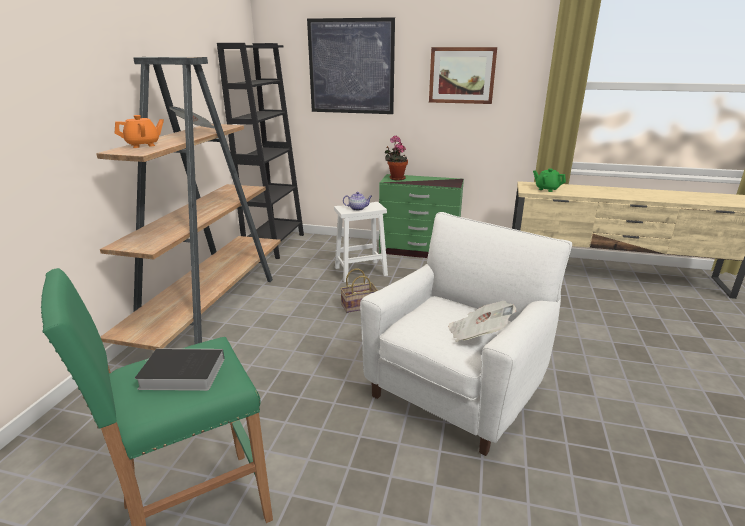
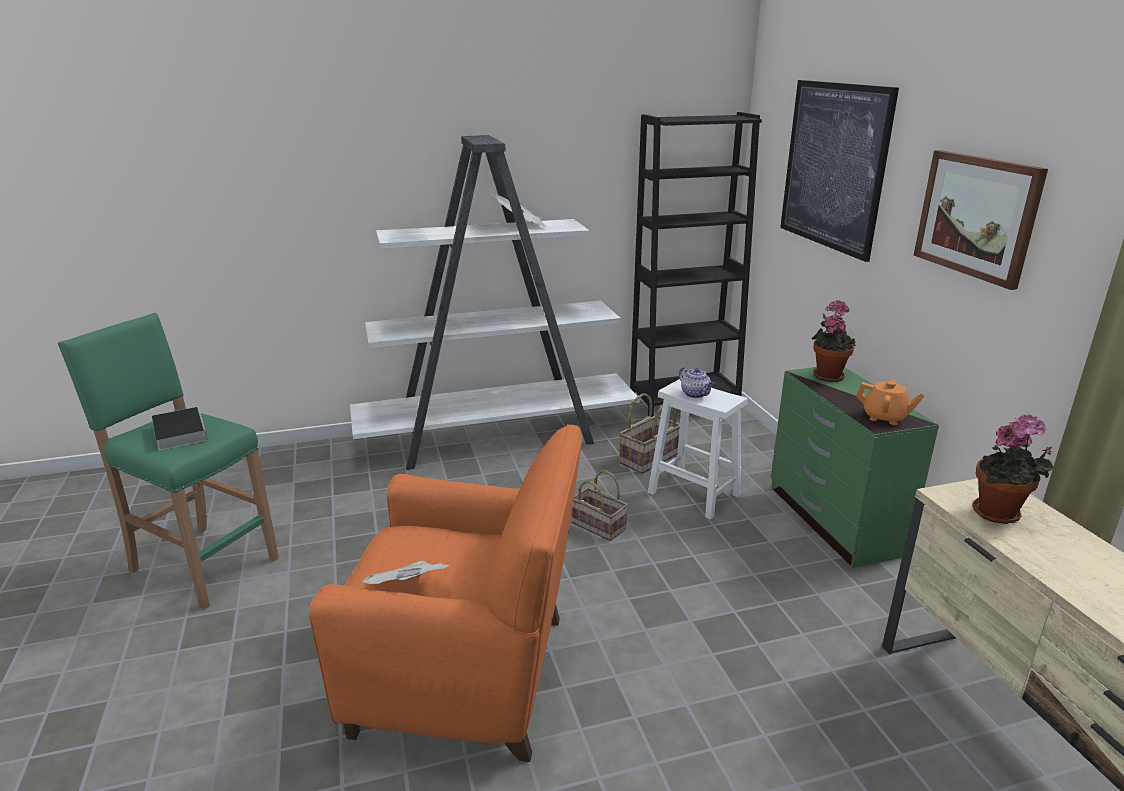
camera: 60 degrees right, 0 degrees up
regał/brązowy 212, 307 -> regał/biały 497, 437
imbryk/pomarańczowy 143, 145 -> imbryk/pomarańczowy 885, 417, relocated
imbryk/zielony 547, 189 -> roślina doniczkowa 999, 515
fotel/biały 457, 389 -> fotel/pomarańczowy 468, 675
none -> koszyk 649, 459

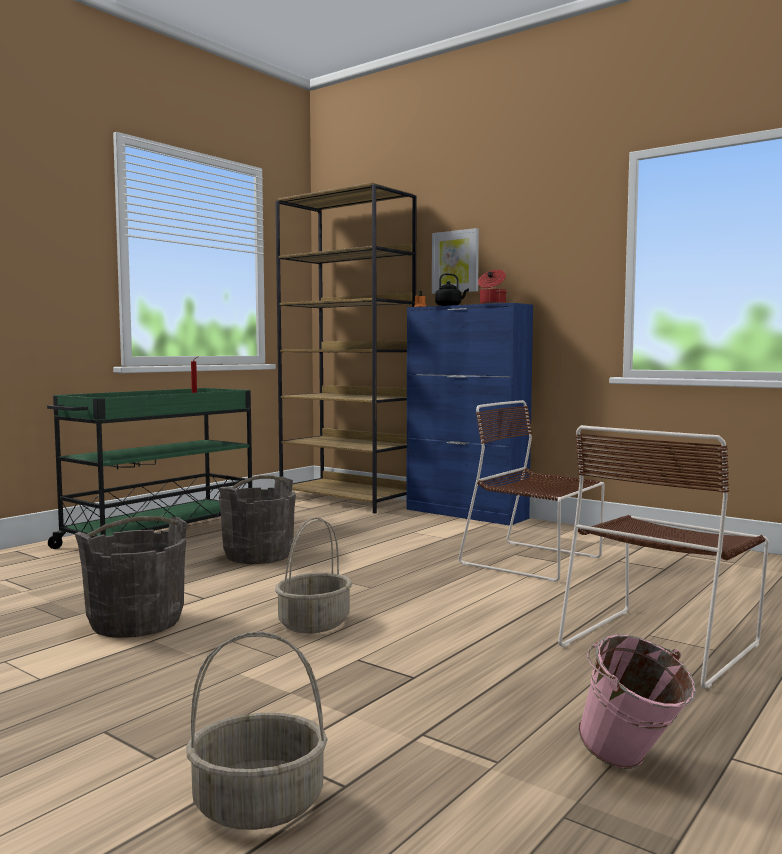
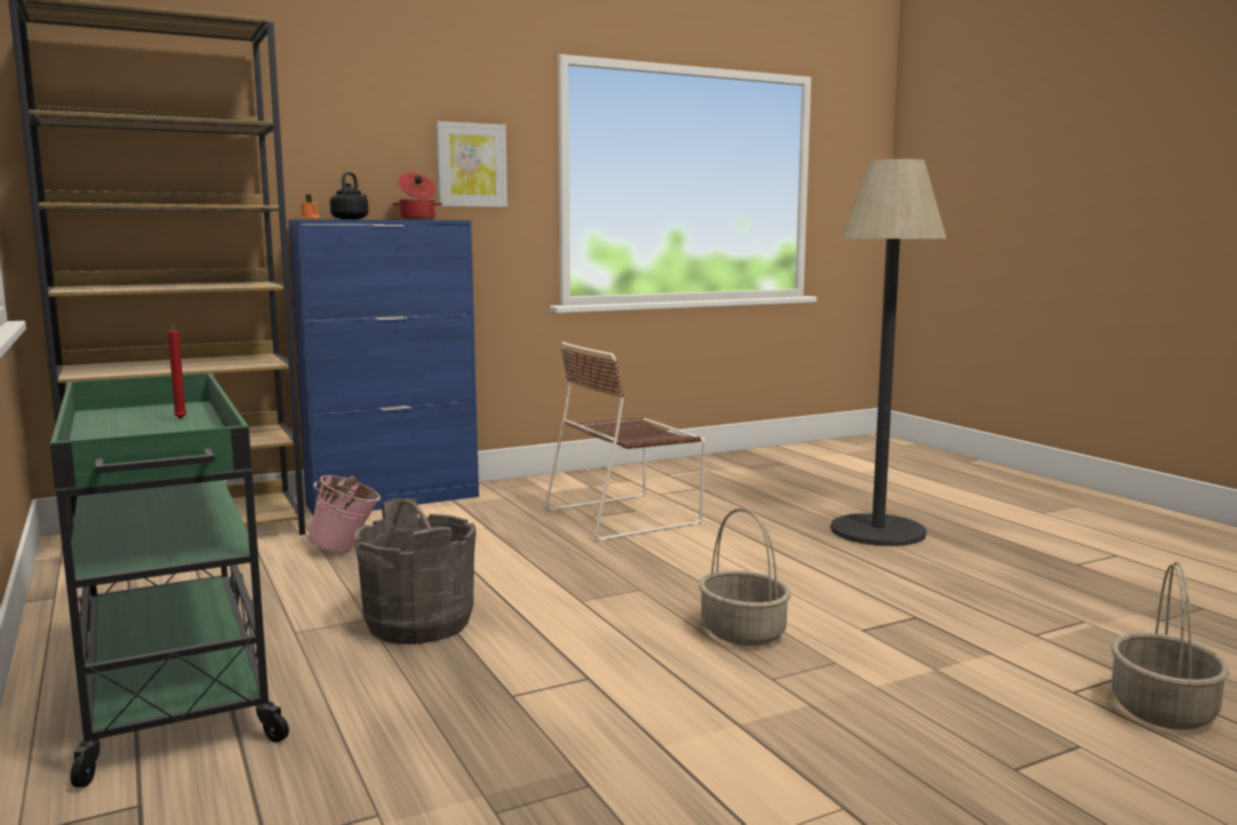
camera: 65 degrees left, 5 degrees up
obraz 455, 262 -> obraz 471, 165, relocated
krzesło/brązowy 663, 643 -> lampa stojąca 877, 531
wiadro/szary 136, 622 -> none
wiadro/różowy 632, 765 -> wiadro/różowy 347, 550, relocated

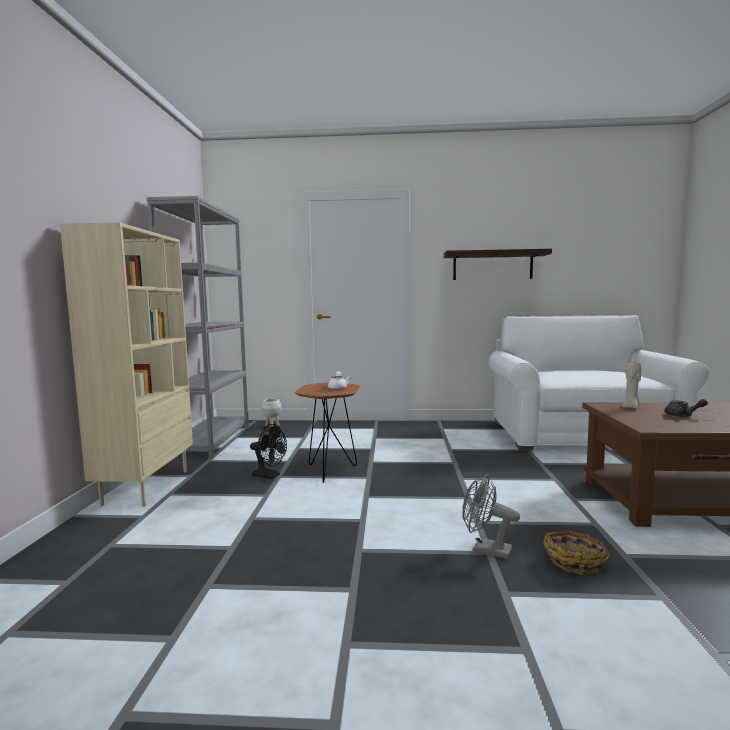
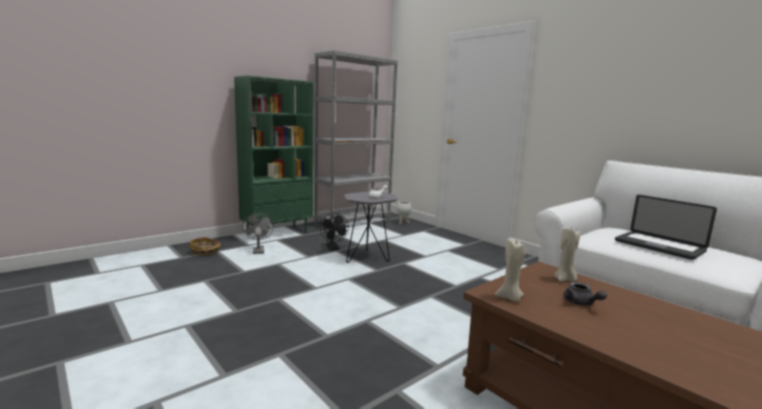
camera: 45 degrees right, 5 degrees up
regał/beżowy 146, 486 -> regał/zielony 277, 233
półka 492, 266 -> none
stolik/brązowy 330, 470 -> stolik/szary 368, 257
wentylator/szary 485, 549 -> wentylator/szary 258, 250, relocated
koszyk 575, 561 -> koszyk 205, 252, relocated
none -> laptop 658, 246
none -> świeca/beżowy 510, 298

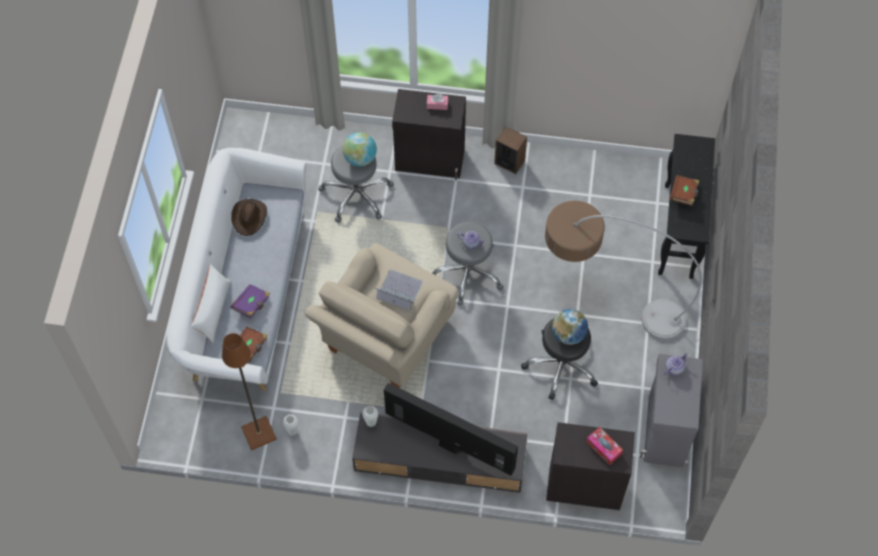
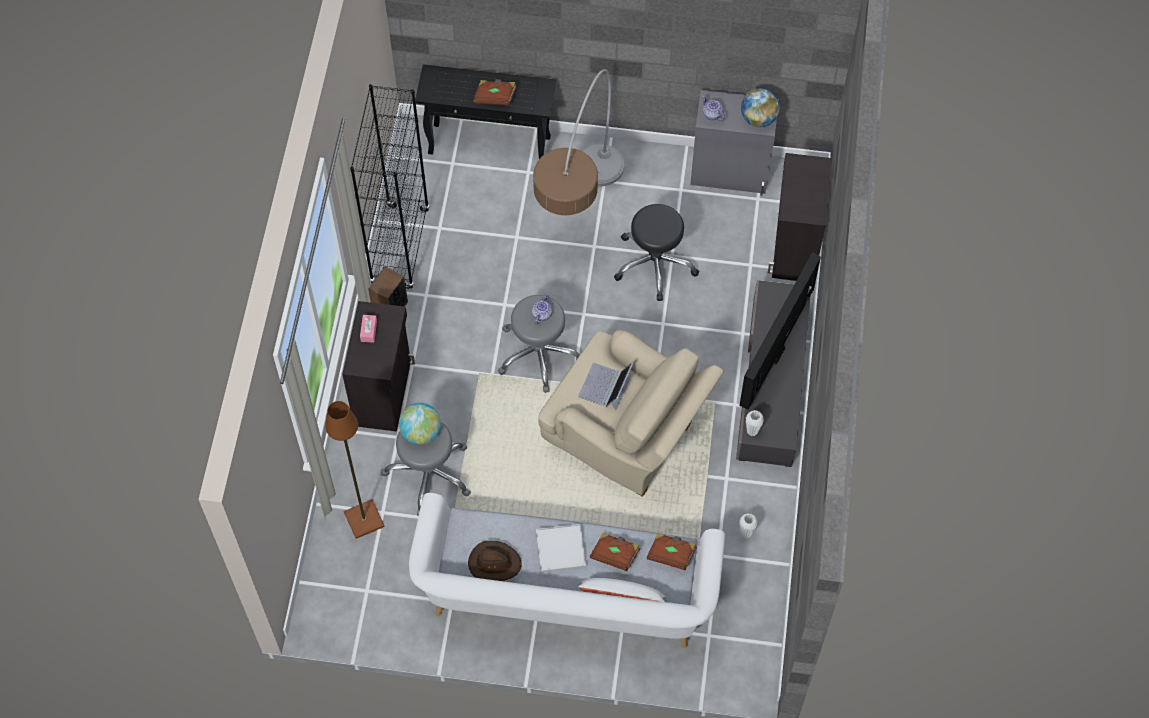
camera: 90 degrees left, 0 degrees up
książka/fioletowy 252, 304 -> książka/brązowy 615, 555
globus 568, 334 -> globus 758, 118, relocated
lampa stojąca/brązowy 259, 432 -> lampa stojąca/brązowy 363, 519, relocated
pudełko chusteczek 604, 447 -> none
none -> regał/czarny 400, 247
none -> taca/biały 560, 549

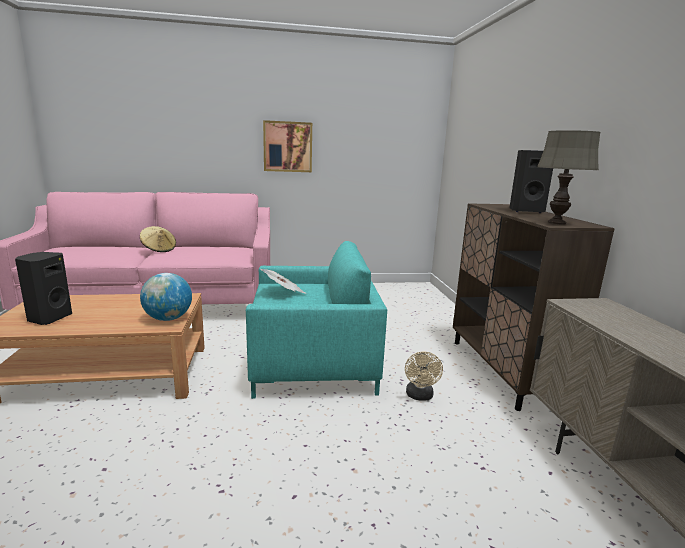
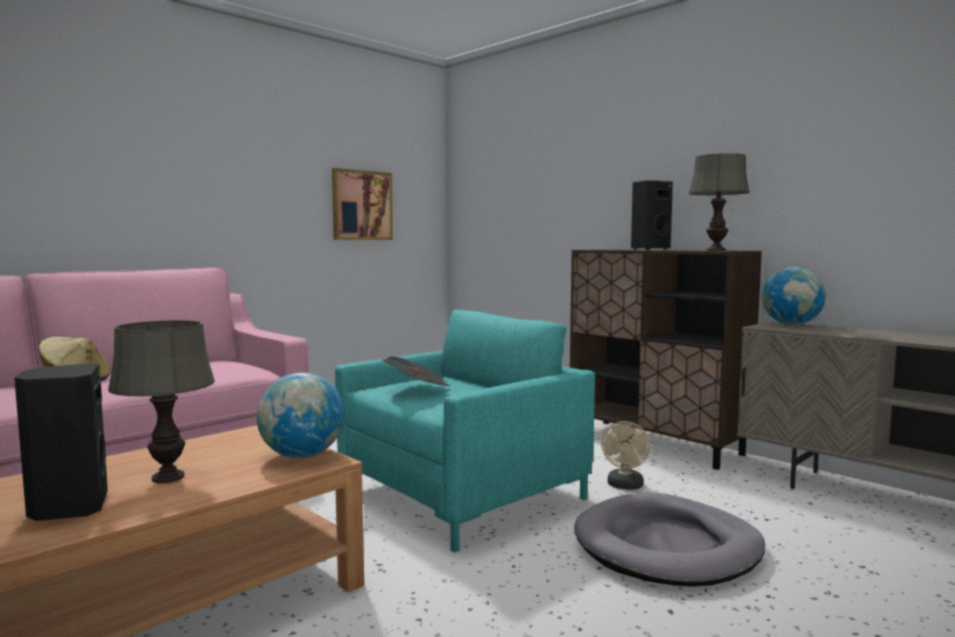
camera: 35 degrees left, 10 degrees down
obraz 287, 147 -> obraz 362, 205, relocated
wentylator/beżowy 420, 396 -> wentylator/beżowy 625, 486, 45 degrees clockwise
none -> globus 791, 324
none -> lampa stołowa/szary 169, 477
none -> legowisko/szary 667, 547

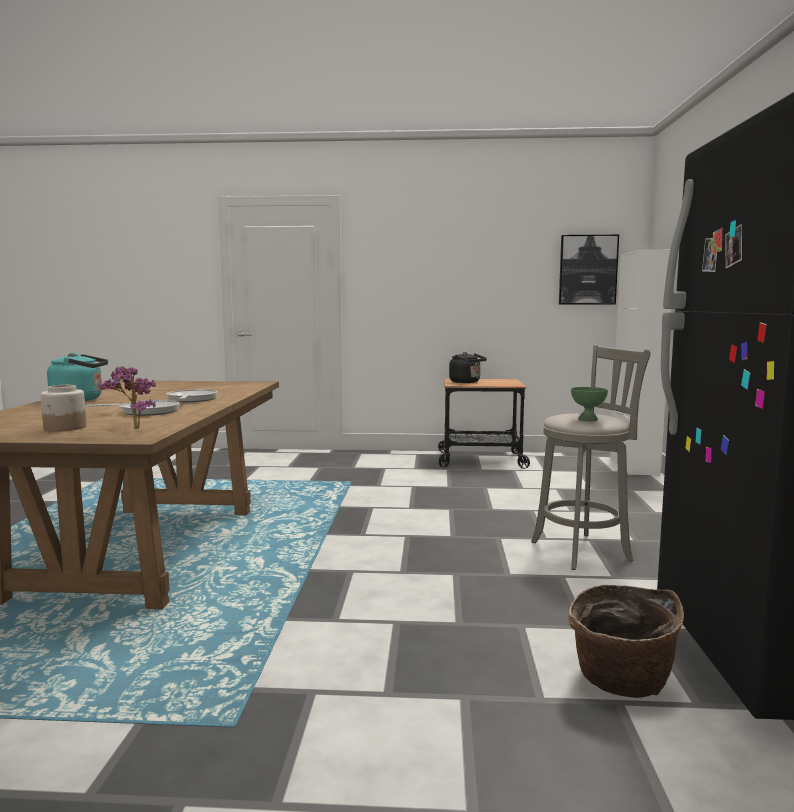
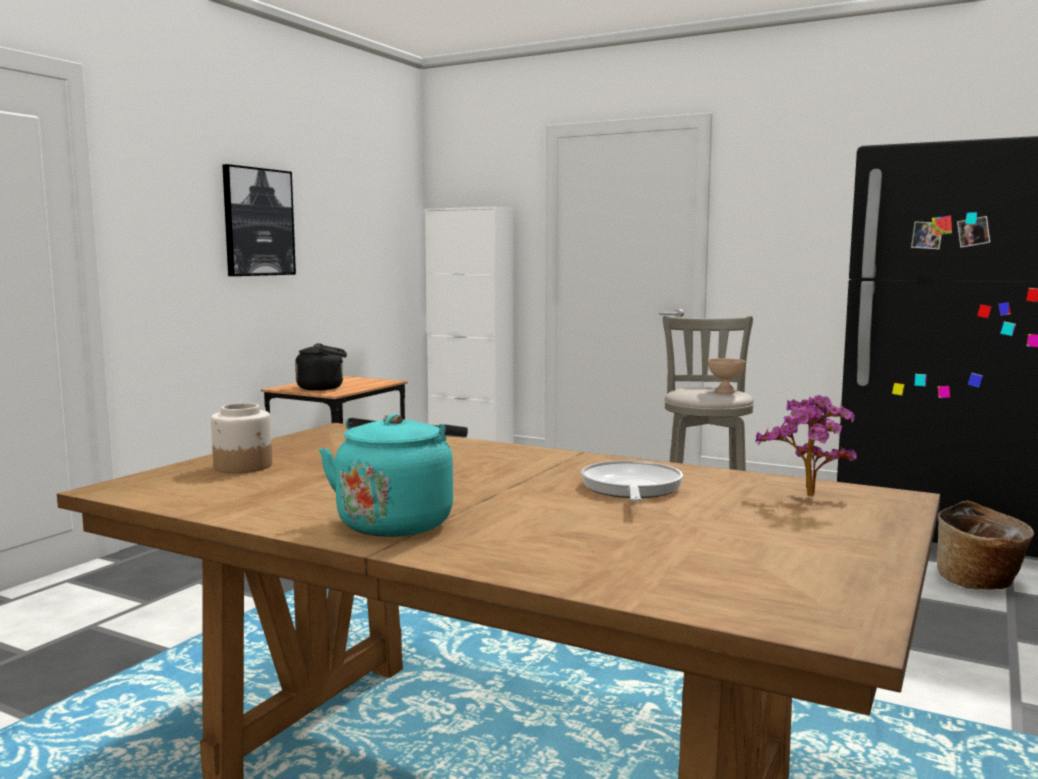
camera: 65 degrees left, 0 degrees up
obraz 588, 270 -> obraz 258, 222, relocated
słoik 65, 428 -> słoik 244, 466, relocated
miska/zielony 587, 419 -> miska/beżowy 724, 392
patelnia 191, 399 -> none

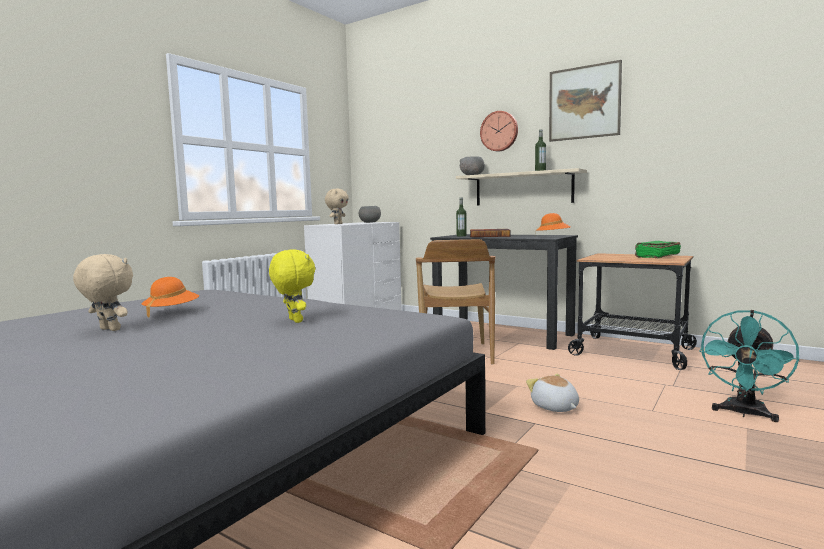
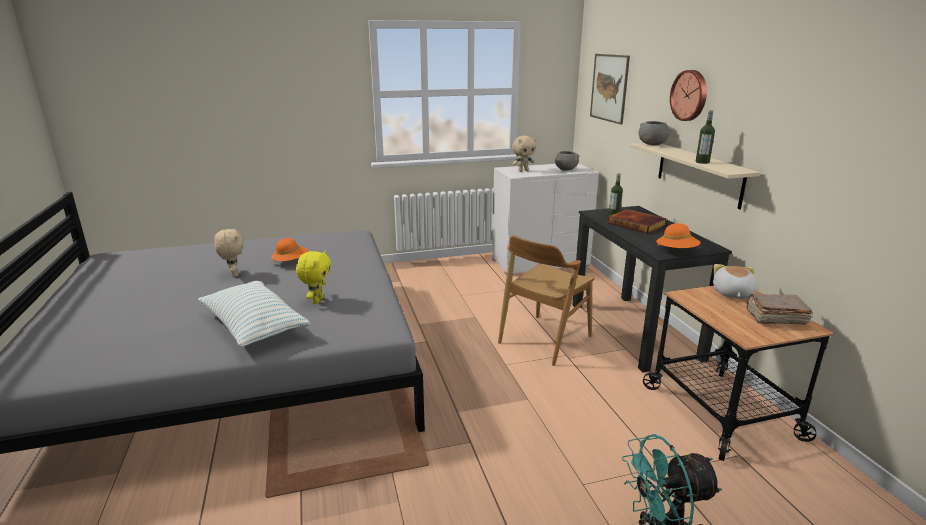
camera: 40 degrees right, 15 degrees up
obraz 584, 102 -> obraz 609, 88, relocated
książka/zielony 656, 256 -> książka/brązowy 775, 318
pluszak 554, 407 -> pluszak 731, 293, relocated
none -> poduszka 254, 326

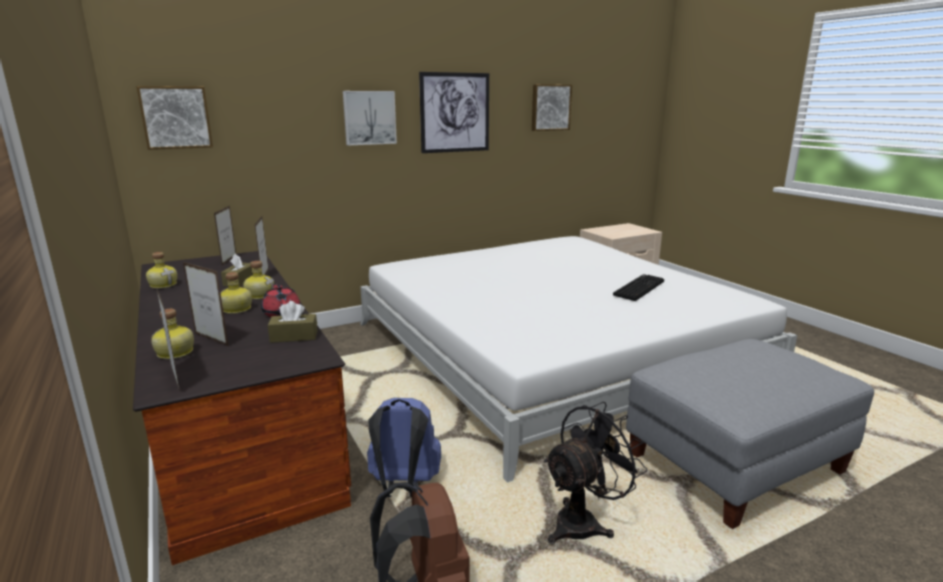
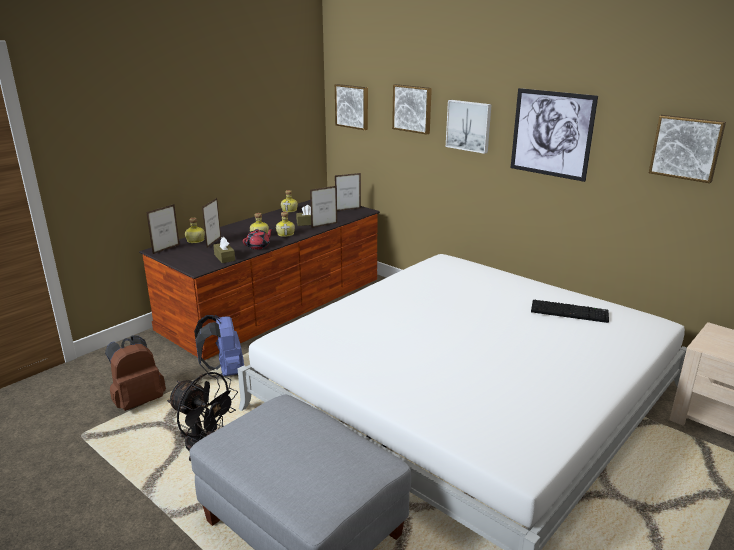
camera: 70 degrees right, 5 degrees up
klawiatura 638, 288 -> klawiatura 570, 312, relocated
none -> obraz 412, 108

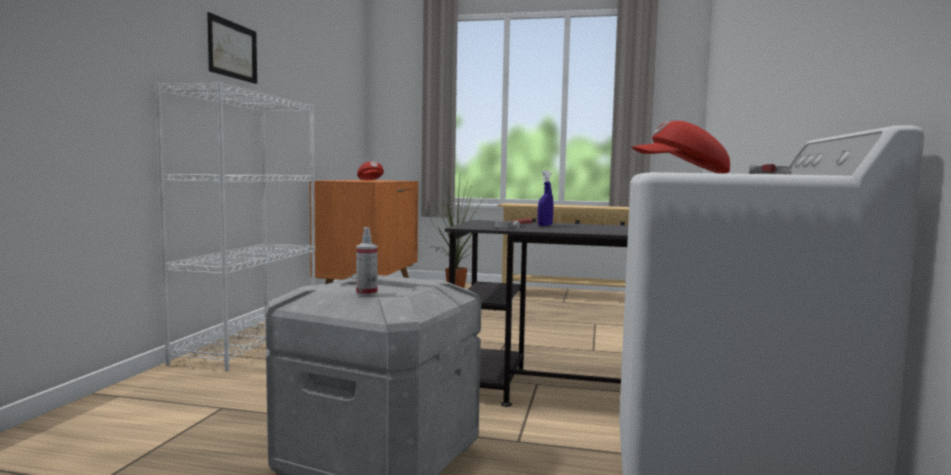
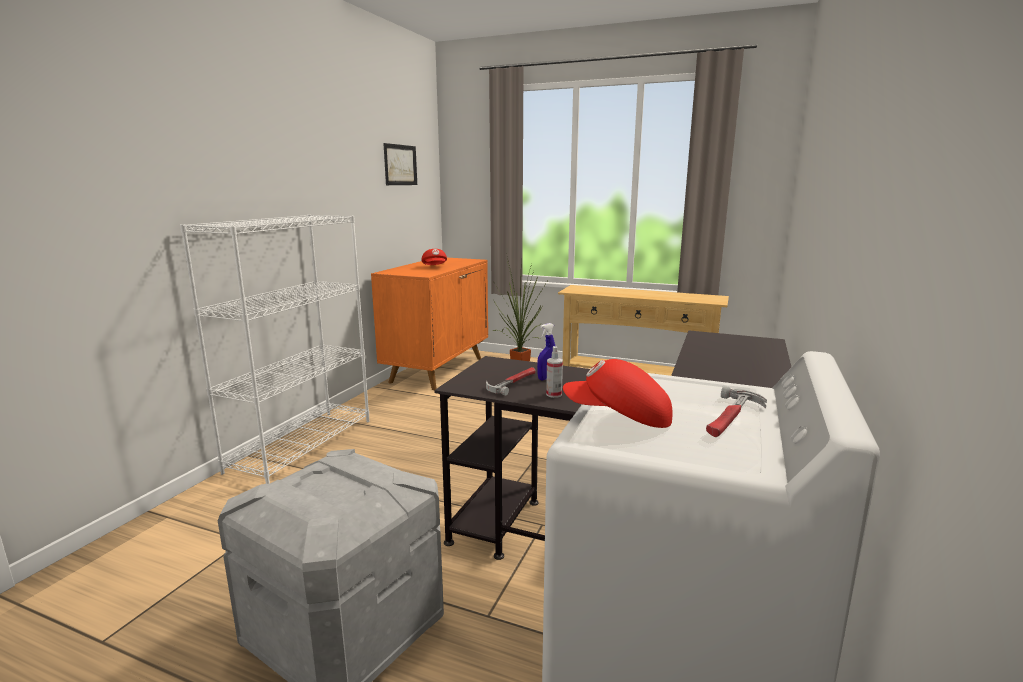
camera: 10 degrees right, 10 degrees up
obraz 232, 50 -> obraz 400, 165, relocated
spryskiwacz 366, 293 -> spryskiwacz 554, 394, relocated

